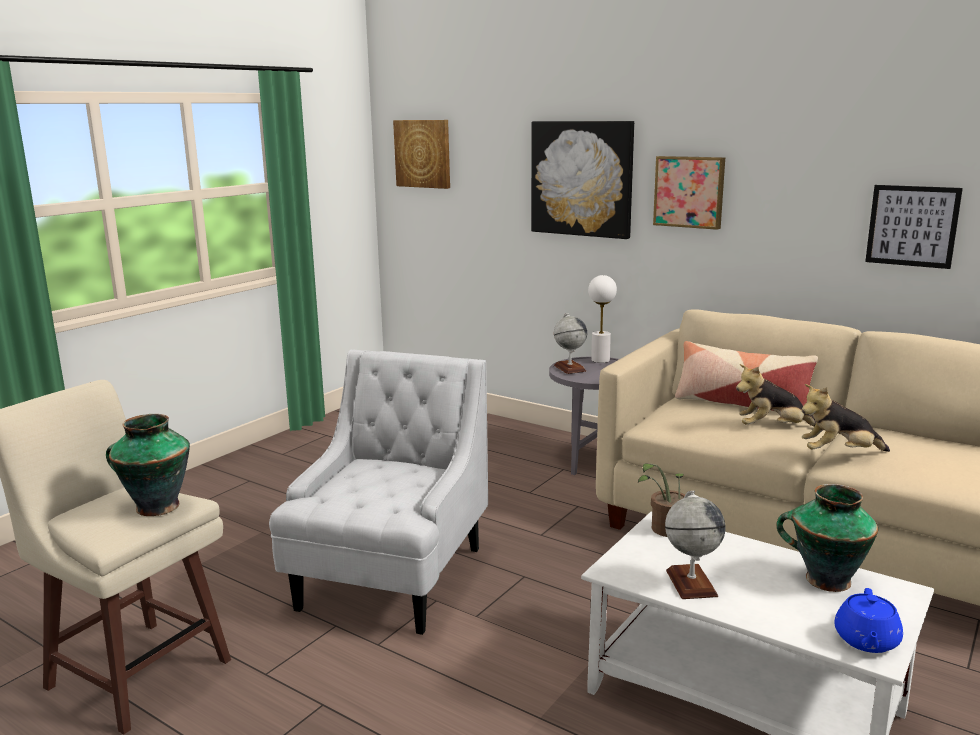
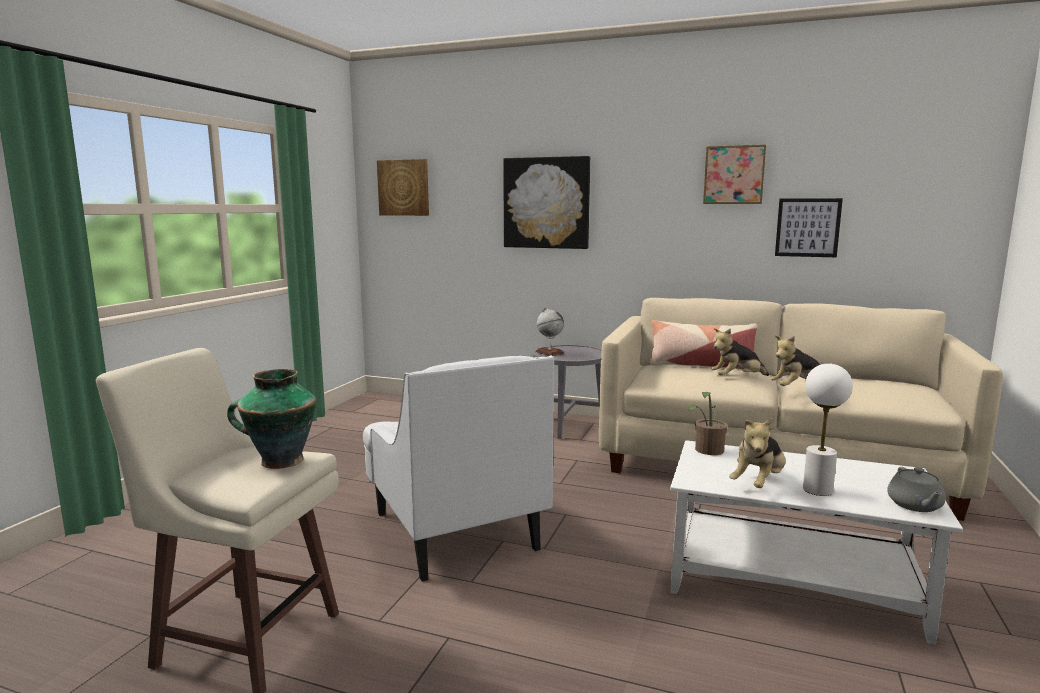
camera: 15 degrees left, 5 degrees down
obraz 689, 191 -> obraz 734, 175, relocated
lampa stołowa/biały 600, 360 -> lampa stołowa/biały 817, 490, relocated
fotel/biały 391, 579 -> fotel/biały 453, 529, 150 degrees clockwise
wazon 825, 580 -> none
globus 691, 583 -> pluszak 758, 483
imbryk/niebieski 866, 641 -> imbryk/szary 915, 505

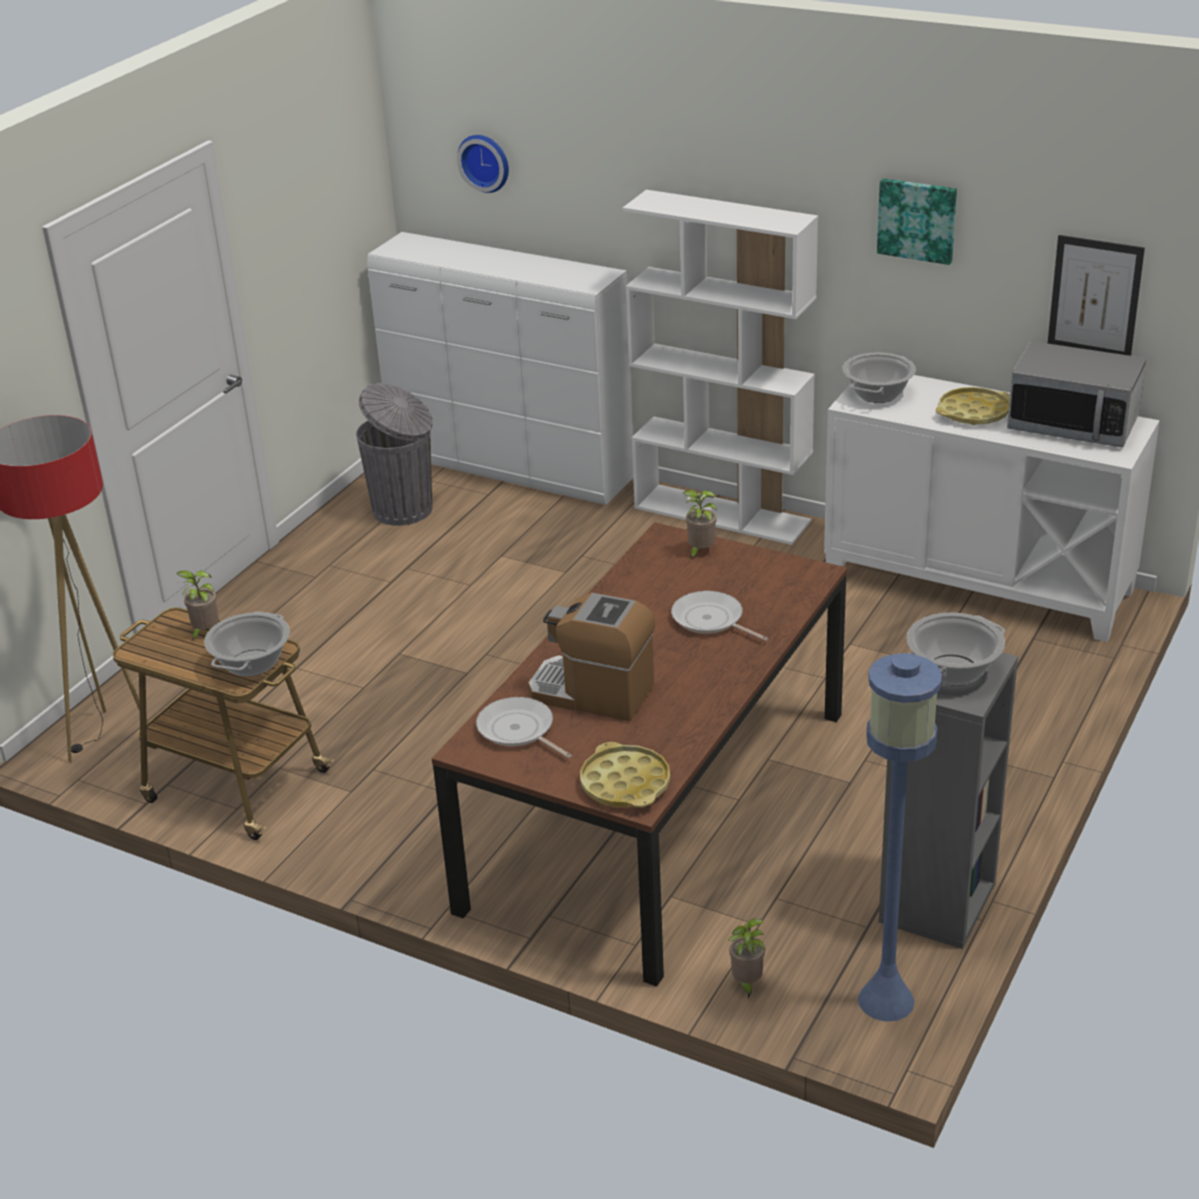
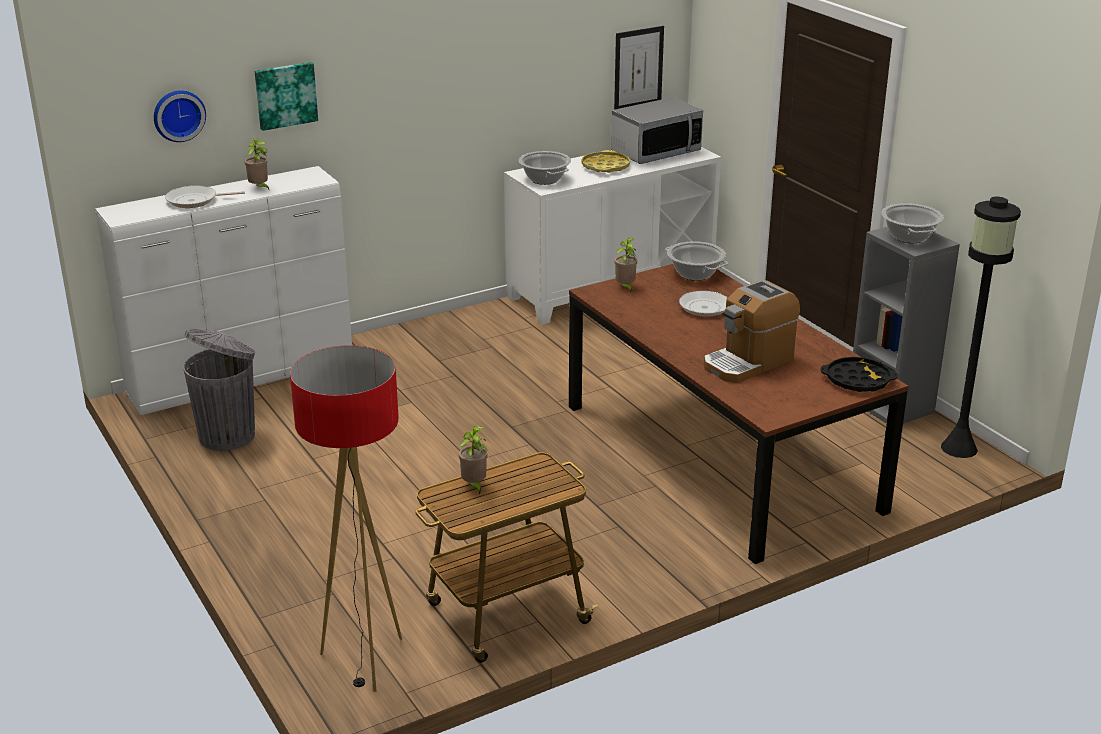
camera: 60 degrees left, 5 degrees down
obraz 917, 220 -> obraz 285, 95, relocated
regał/biały 723, 514 -> none
garnek 252, 663 -> garnek 695, 274, relocated
lampa stojąca/niebieski 885, 1000 -> lampa stojąca/czarny 958, 448
patelnia 518, 730 -> patelnia 195, 201, relocated
taca/żółty 625, 783 -> taca/czarny 857, 380
roślina doniczkowa 746, 984 -> roślina doniczkowa 259, 188, relocated

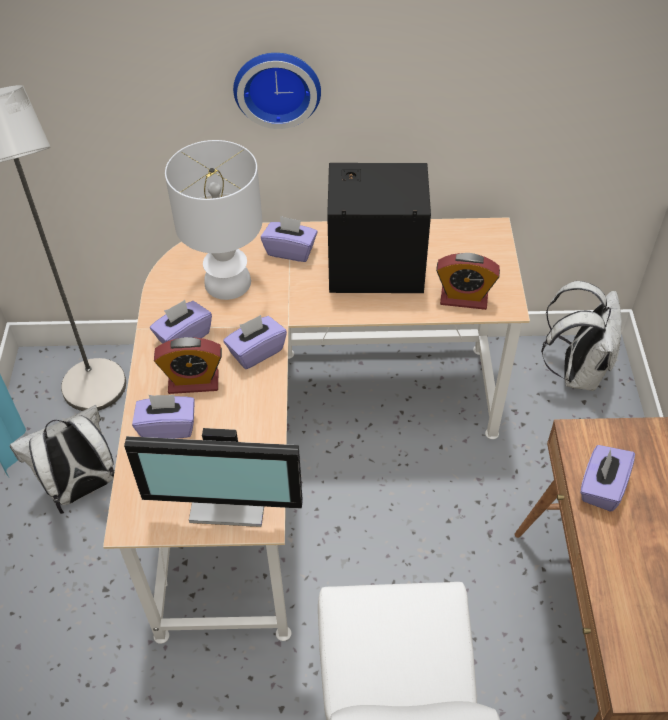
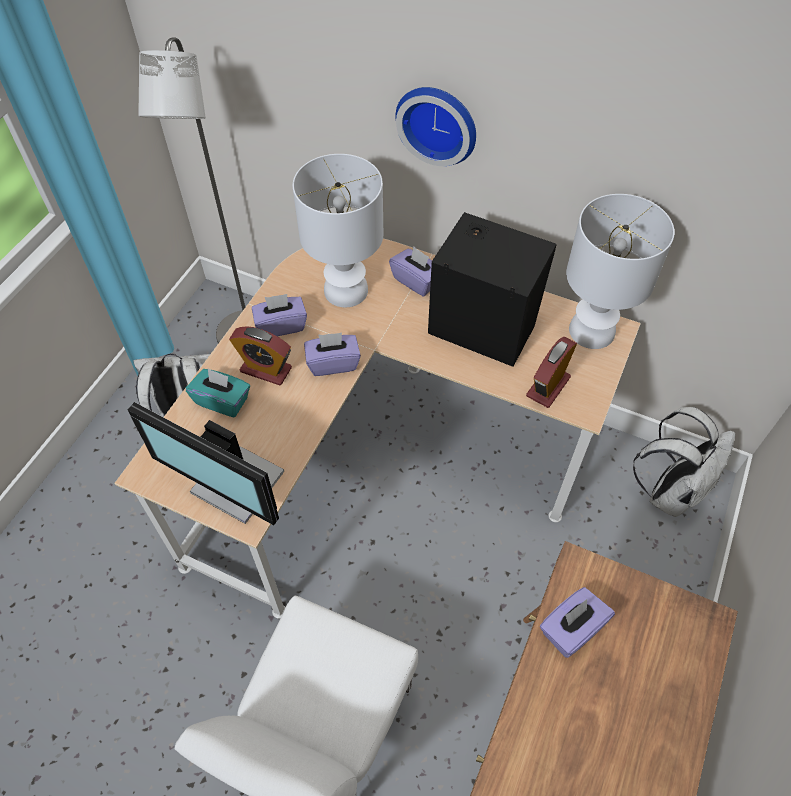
camera: 25 degrees right, 5 degrees up
budzik 464, 298 -> budzik 548, 386, 90 degrees clockwise
pudełko chusteczek/fioletowy 168, 427 -> pudełko chusteczek/turkusowy 222, 401
none -> lampa stołowa/biały 592, 330

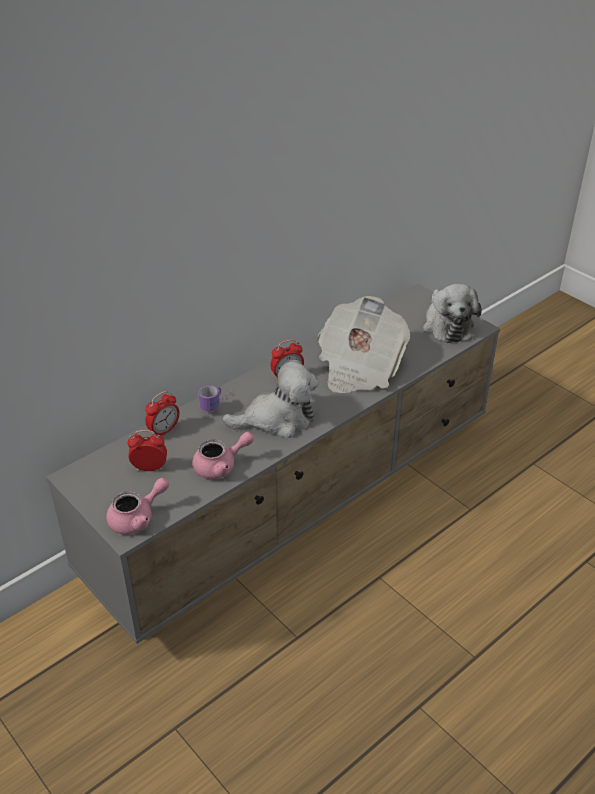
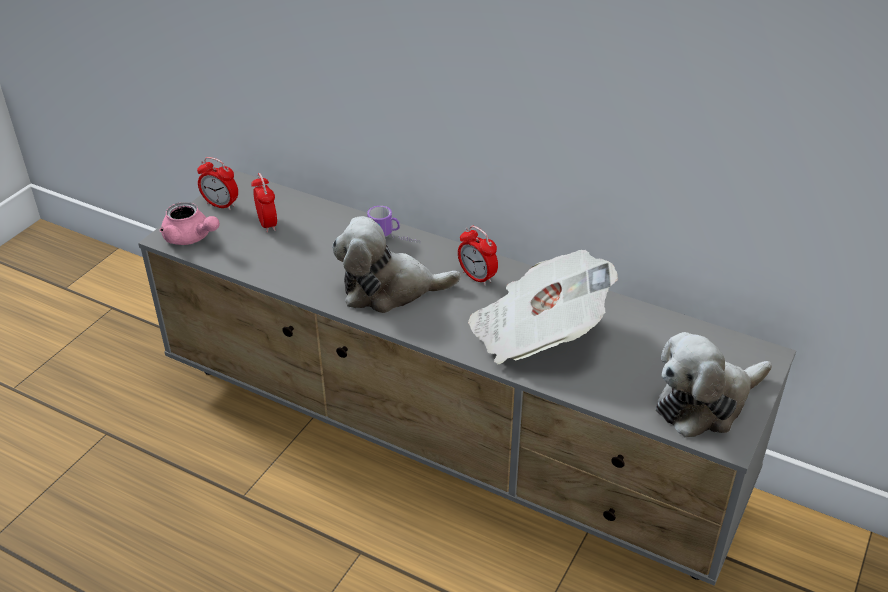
camera: 70 degrees right, 0 degrees up
pluszak 277, 419 -> pluszak 389, 289, 120 degrees clockwise
budzik 164, 430 -> budzik 221, 205, relocated
imbryk/różowy 221, 466 -> none

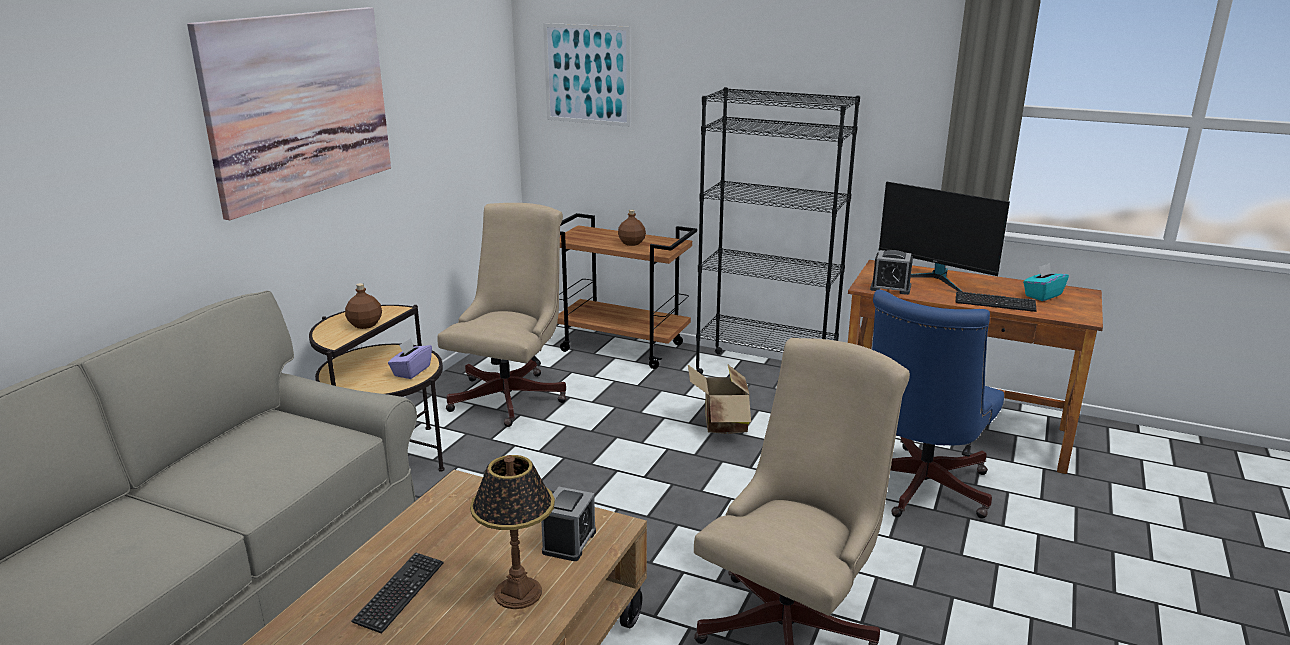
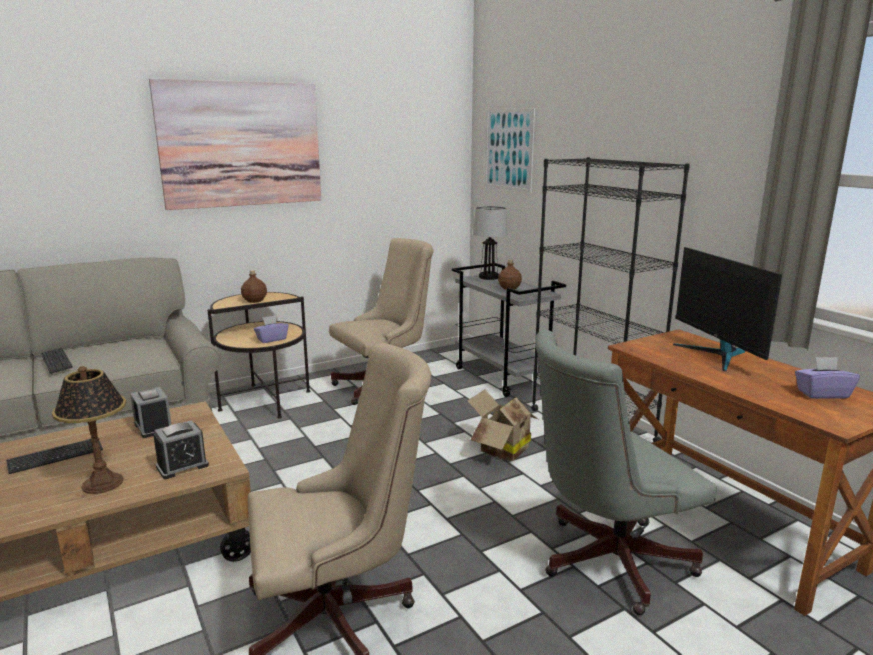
camera: 35 degrees right, 5 degrees down
wózek/brązowy 623, 347 -> wózek/szary 503, 377
budzik 890, 288 -> budzik 153, 427, relocated
pudełko chusteczek/turkusowy 1042, 295 -> pudełko chusteczek/fioletowy 822, 394
krzesło biurowe/niebieski 917, 489 -> krzesło biurowe/szary 605, 562
klawiatura 995, 303 -> klawiatura 56, 362, relocated
none -> lampa stołowa 489, 277

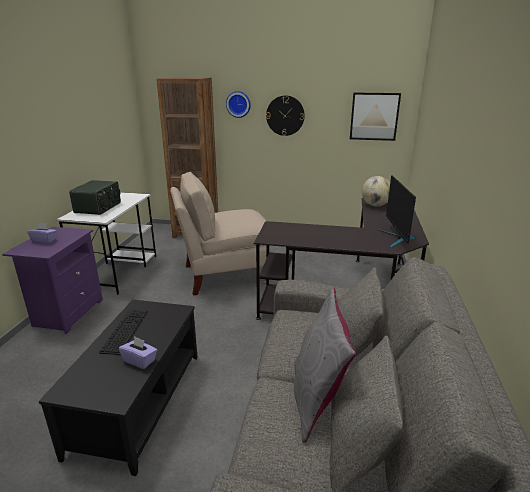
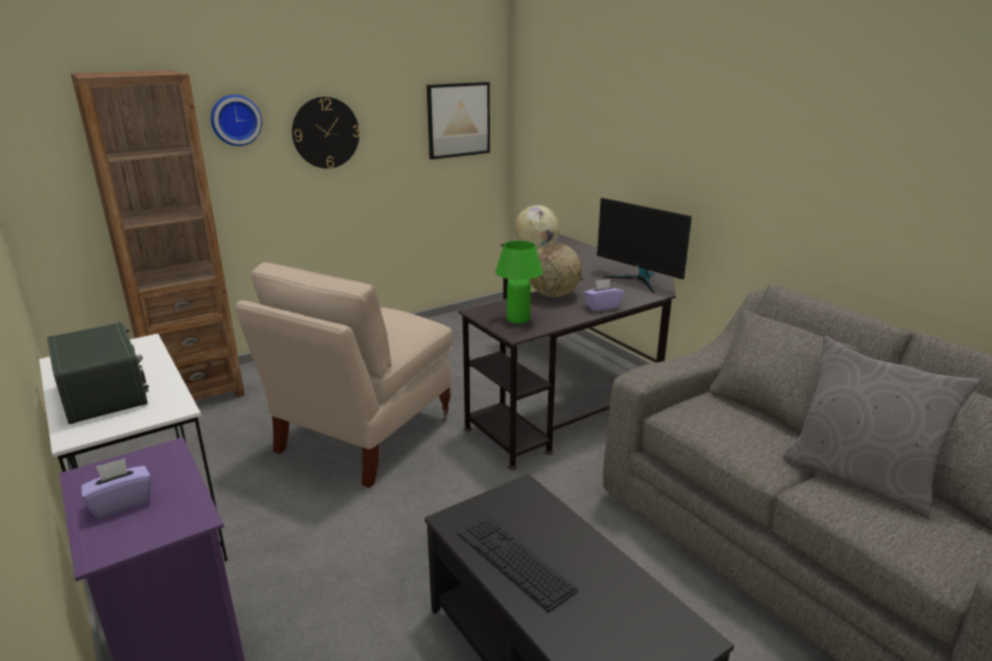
camera: 45 degrees left, 0 degrees up
pudełko chusteczek/fioletowy 140, 360 -> pudełko chusteczek/fioletowy 602, 306, relocated
none -> lampa stołowa/zielony 518, 319
none -> globus 553, 295

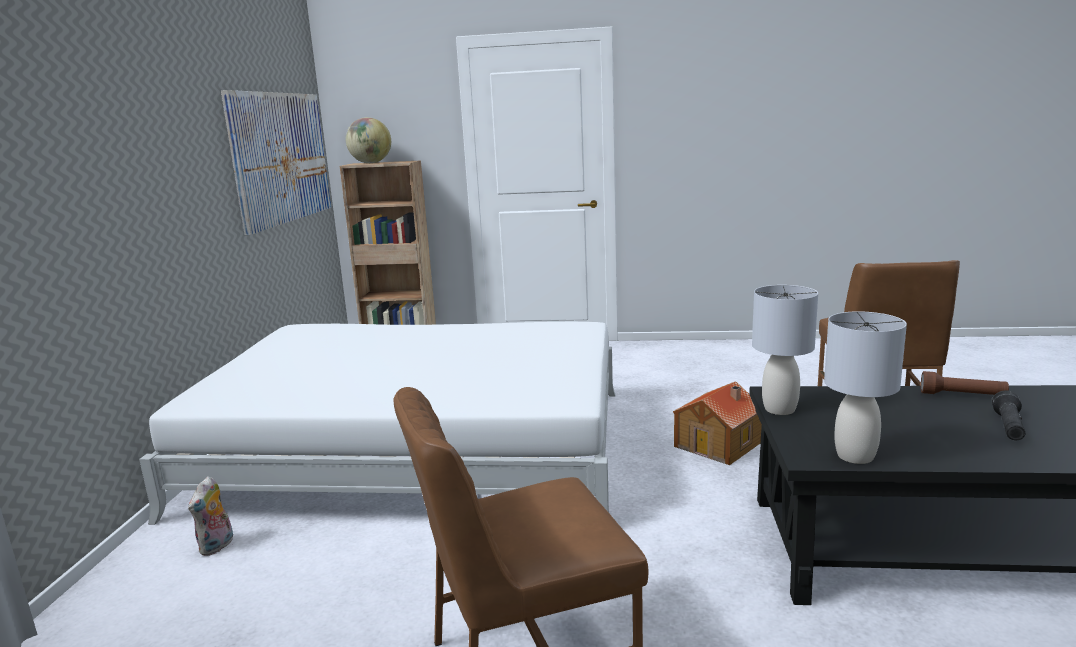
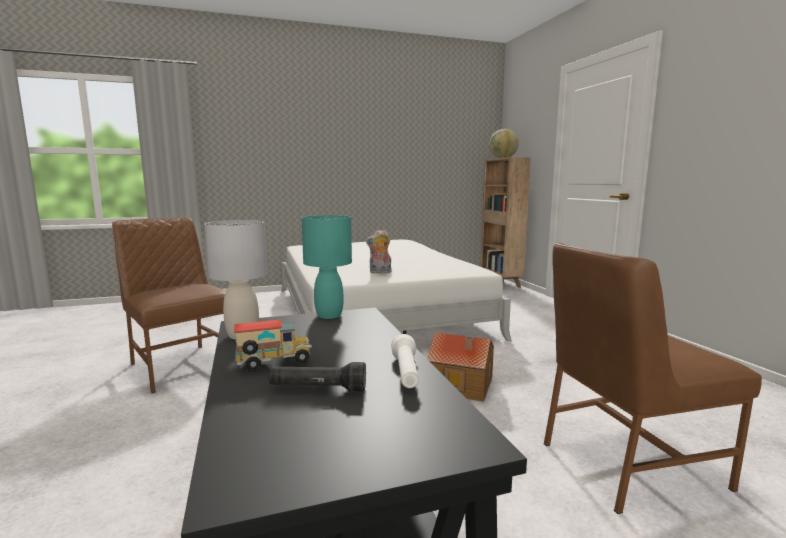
camera: 65 degrees right, 5 degrees down
obraz 281, 158 -> none
lampa stołowa/szary 780, 409 -> lampa stołowa/turkusowy 329, 315
latarka/brązowy 962, 395 -> latarka/biały 406, 373
pluszak 217, 546 -> pluszak 380, 272, relocated
none -> ciężarówka zabawkowa 274, 363

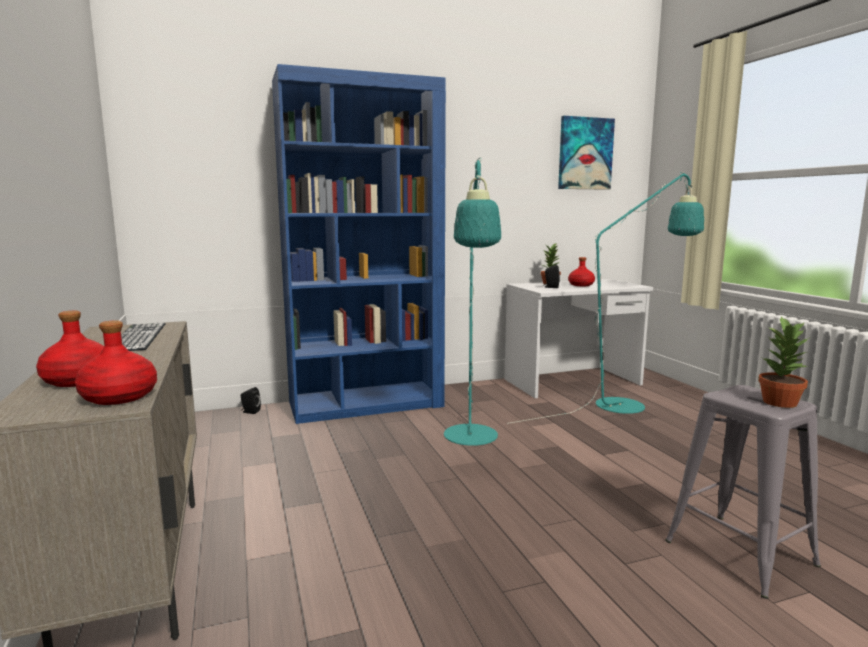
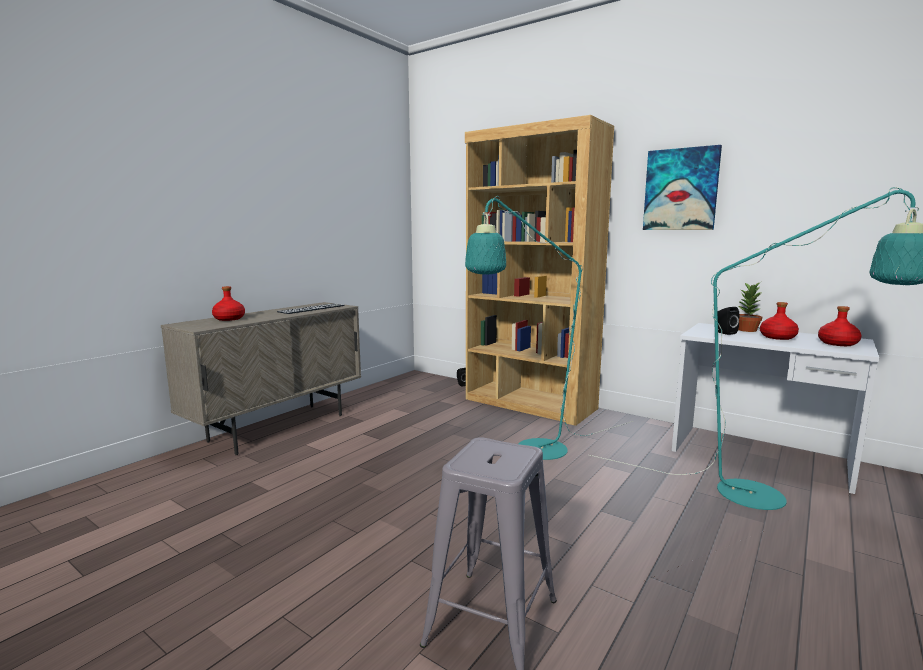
camera: 55 degrees right, 0 degrees up
regał/niebieski 366, 404 -> regał/brązowy 530, 404
obraz 585, 154 -> obraz 681, 189, relocated
roślina doniczkowa 780, 402 -> none
butelka/czerwony 120, 396 -> butelka/czerwony 838, 343, relocated

